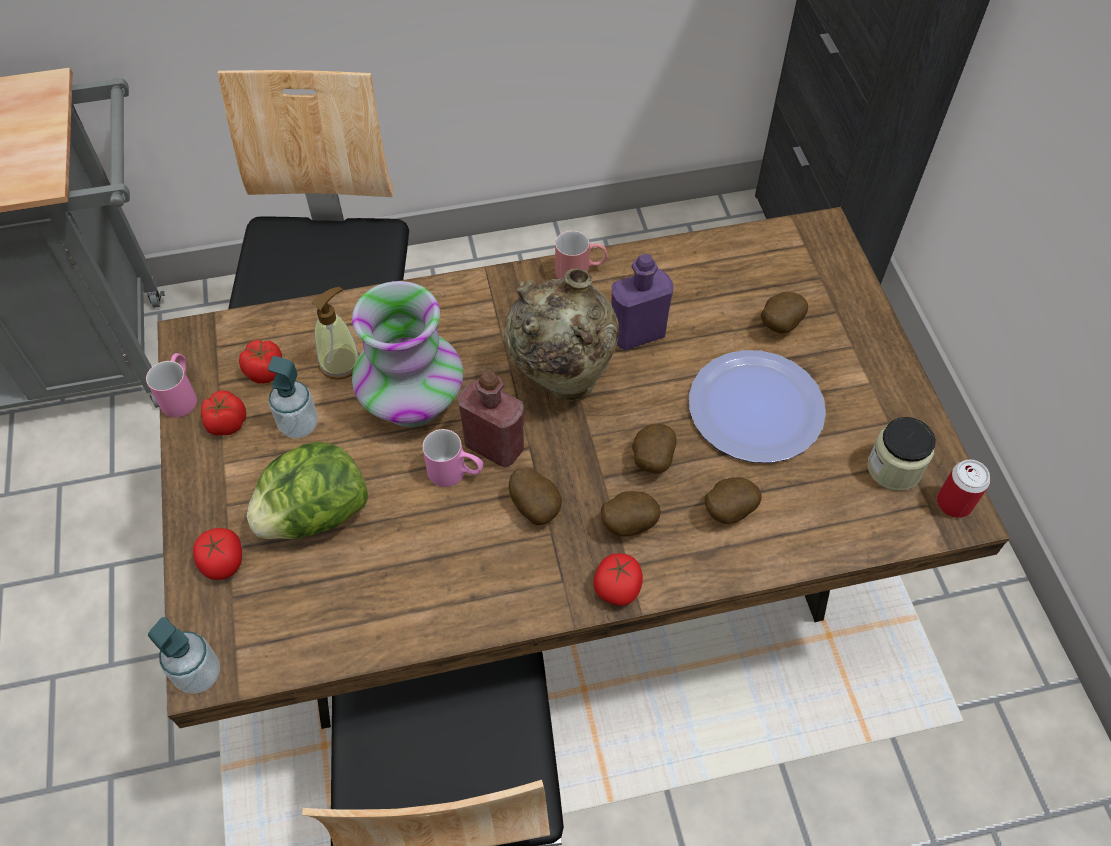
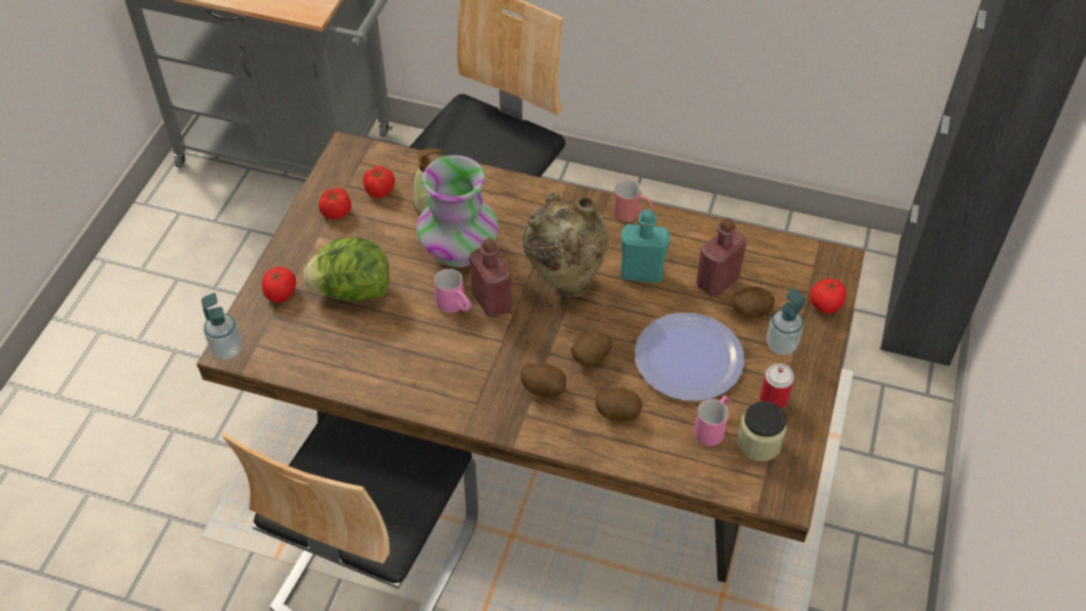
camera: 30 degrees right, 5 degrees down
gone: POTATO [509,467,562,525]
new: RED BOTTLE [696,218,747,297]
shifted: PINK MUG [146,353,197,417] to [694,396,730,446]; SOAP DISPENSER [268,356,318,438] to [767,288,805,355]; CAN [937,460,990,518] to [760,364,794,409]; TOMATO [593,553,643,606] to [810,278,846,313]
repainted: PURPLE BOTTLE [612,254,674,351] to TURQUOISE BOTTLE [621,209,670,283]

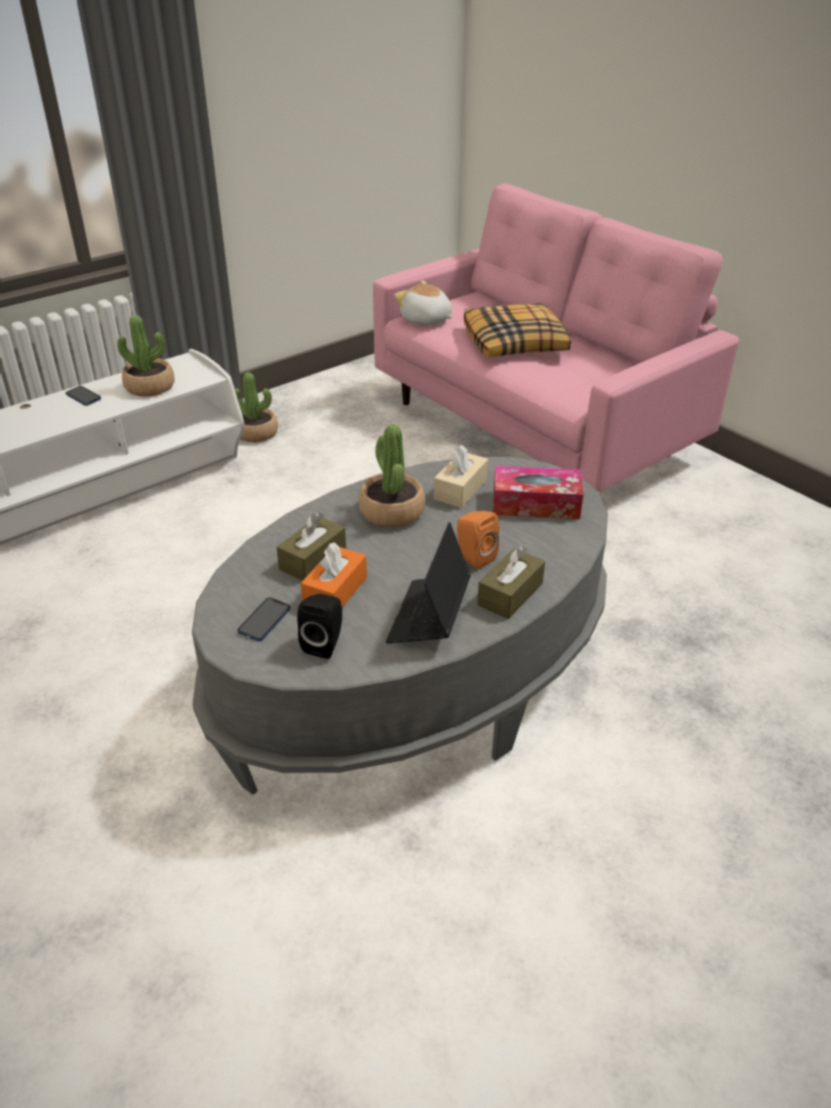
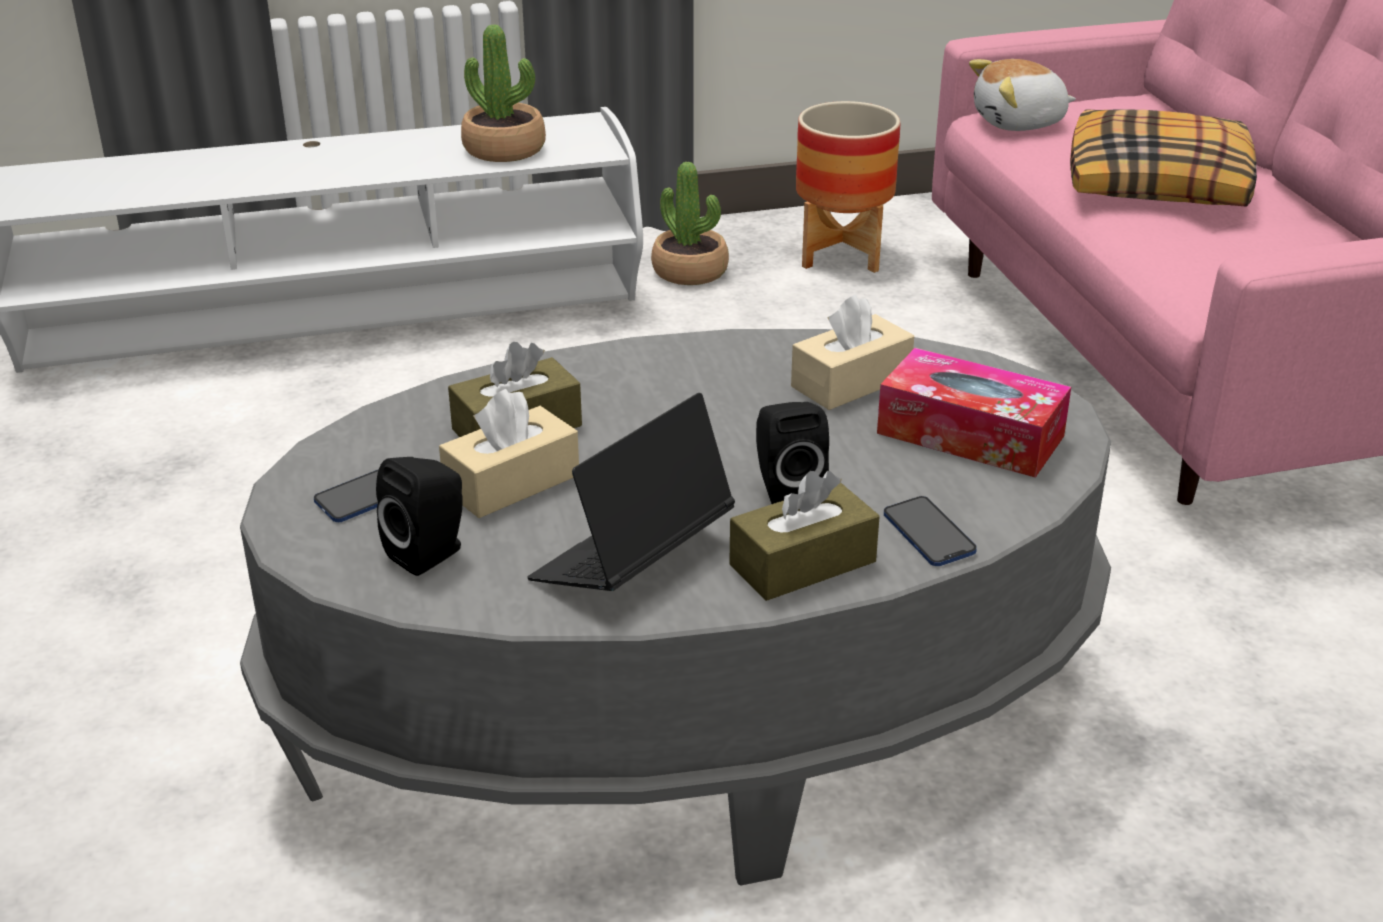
camera: 25 degrees right, 5 degrees down
gone: POTTED PLANT [358,424,425,528]
new: PLANTER [796,101,900,273]
shifted: PHONE [66,386,101,406] to [884,496,977,566]
repainted: ORANGE SPEAKER [457,511,499,569] to BLACK SPEAKER [756,402,829,504]; ORANGE TISSUE BOX [301,542,367,607] to BEIGE TISSUE BOX [439,389,579,518]
rotated: PLUSH TOY [394,281,452,325] = [969,59,1076,131] 75 degrees counterclockwise

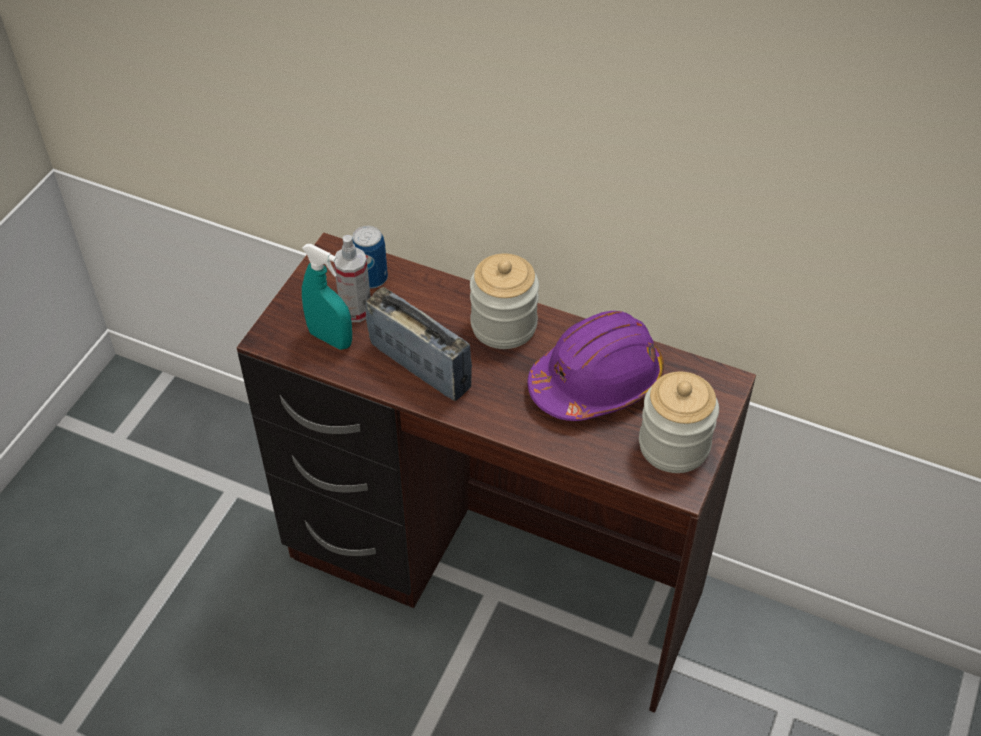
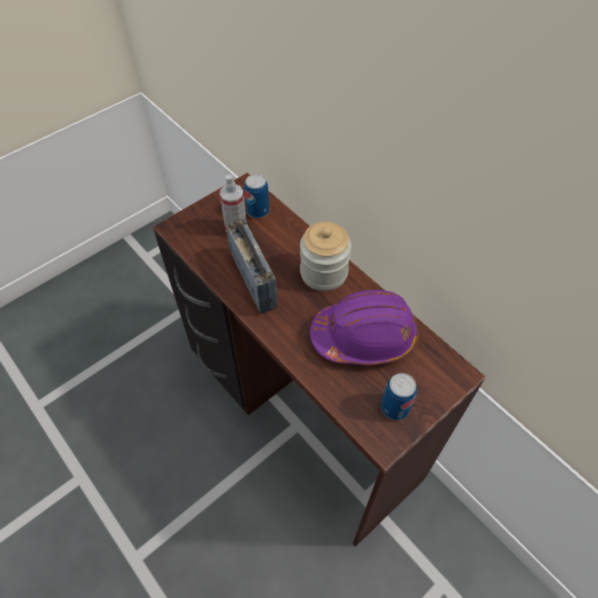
camera: 25 degrees right, 5 degrees up
gone: TURQUOISE SPRAY BOTTLE [302,244,352,350]
swapped: JAR [639,372,719,473] to CAN [381,373,417,420]

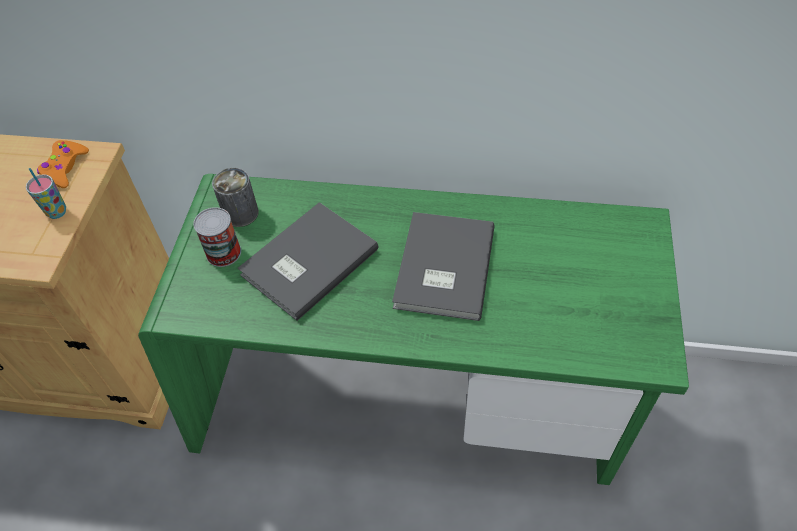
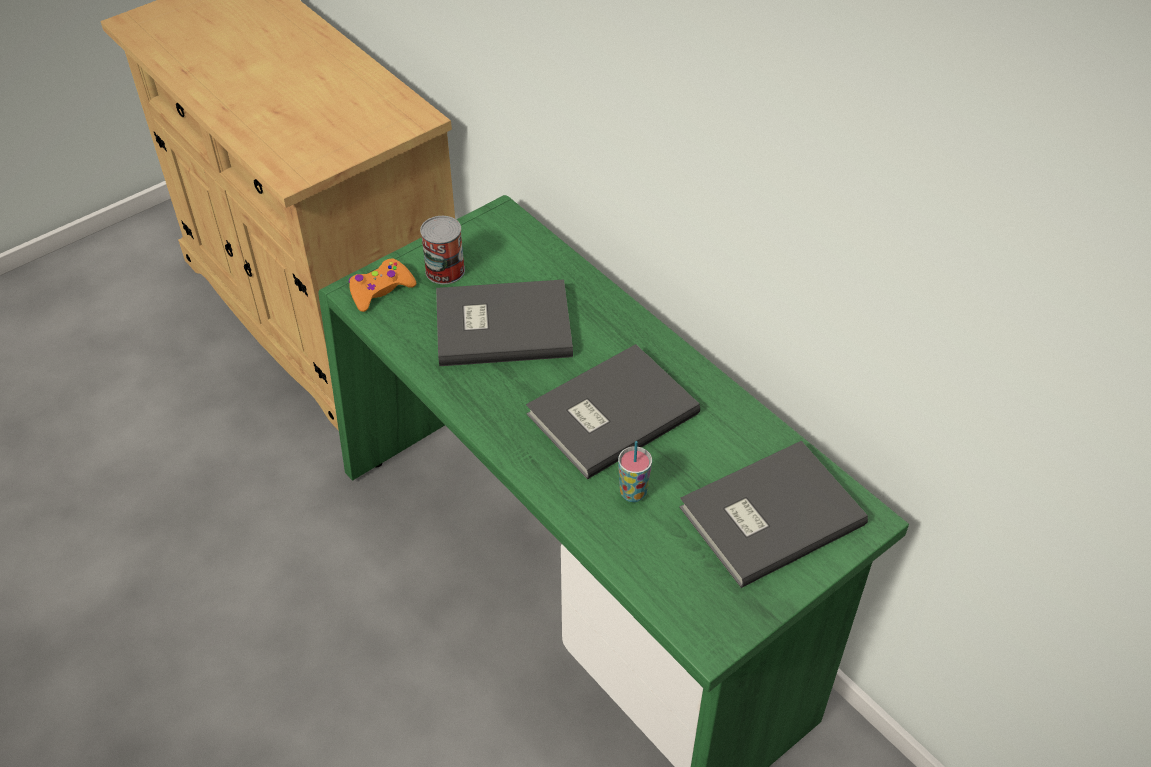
camera: 40 degrees right, 5 degrees down
gone: CAN [212,168,259,227]
new: GREY BOOK [679,441,868,588]
shifted: ORANGE GAME CONTROLLER [37,140,89,188] to [349,259,416,312]; CUP [26,168,66,219] to [618,441,652,502]

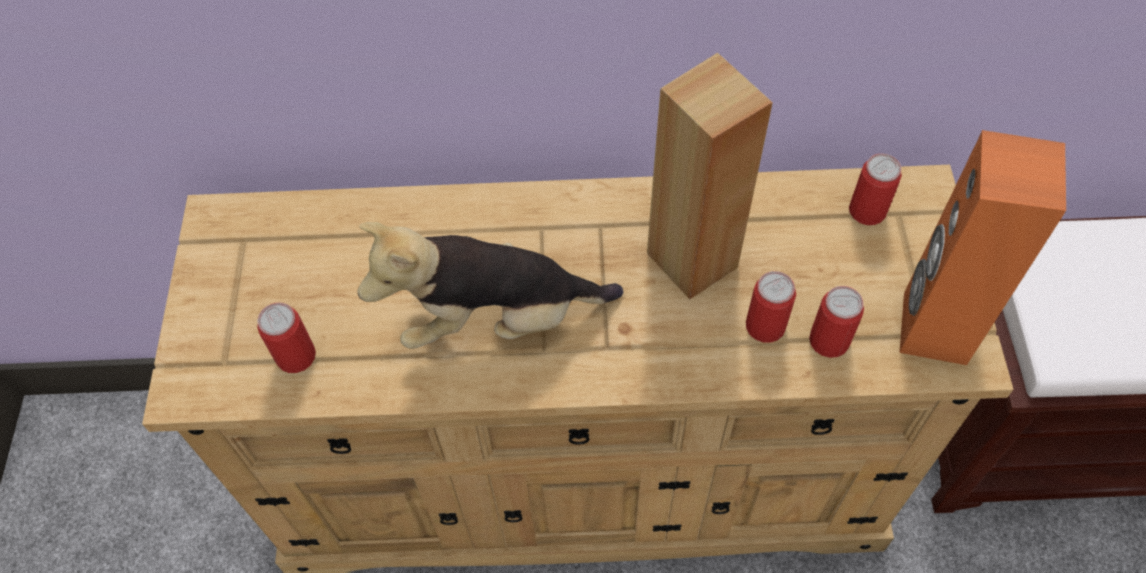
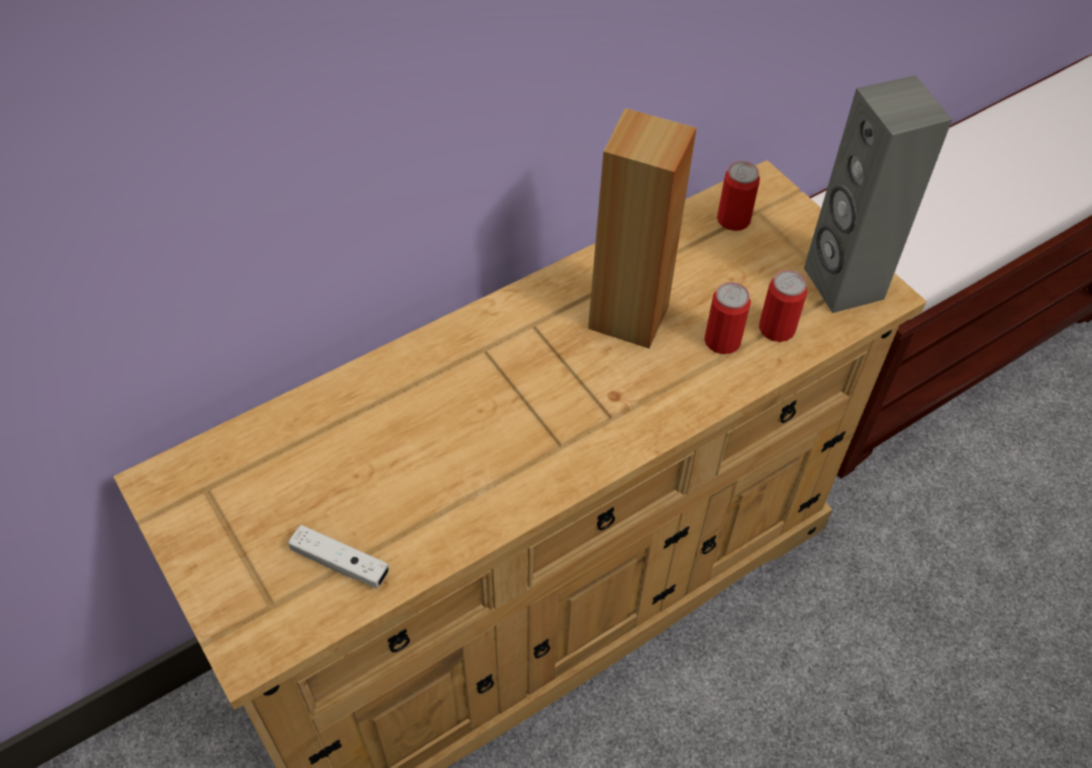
camera: 35 degrees left, 5 degrees down
gone: PLUSH TOY [358,222,623,349]
swapped: CAN [257,303,316,373] to WHITE GAME CONTROLLER [288,525,389,589]
repainted: ORANGE SPEAKER [899,130,1066,365] to GREY SPEAKER [804,75,952,313]

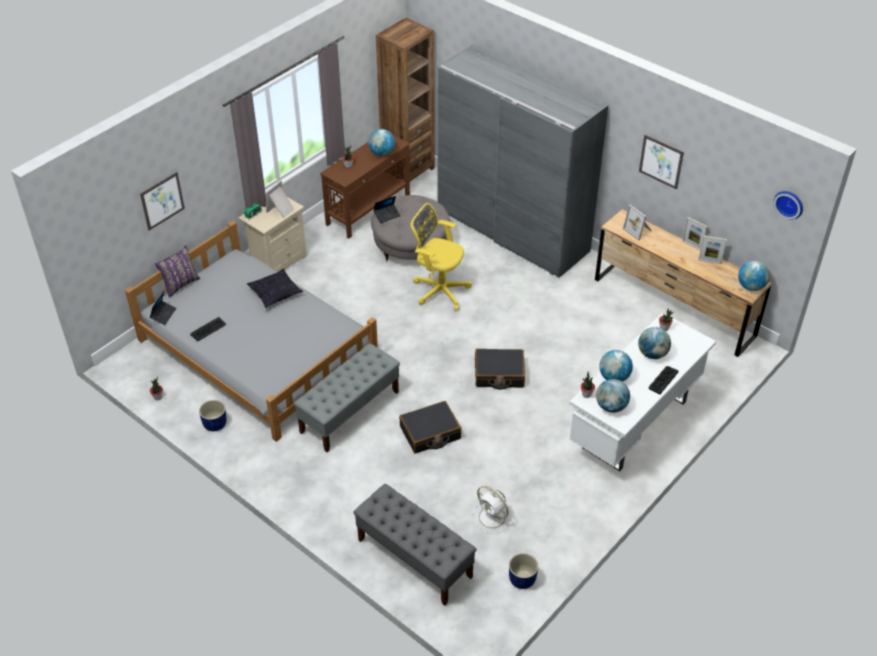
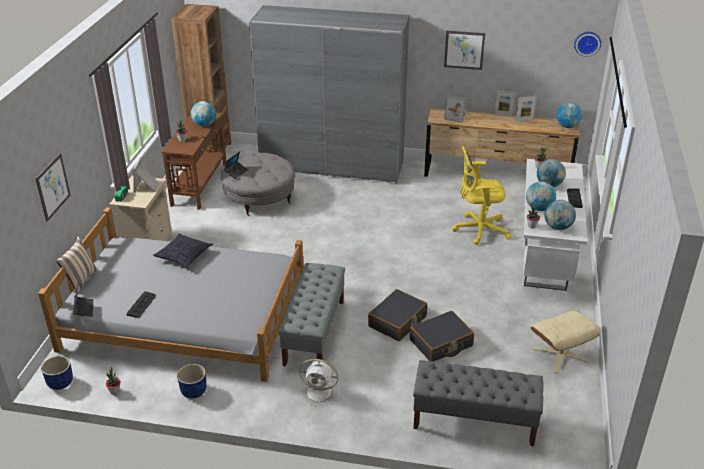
camera: 30 degrees left, 10 degrees down
new: BEIGE OTTOMAN [531,311,600,373]
shifted: YELLOW OFFICE CHAIR [411,203,472,310] to [452,146,511,245]; BLACK SUITCASE [475,349,525,390] to [410,311,474,362]; WHITE FAN [473,486,513,534] to [299,359,340,407]; BLUE PLANTER [509,553,538,589] to [41,356,73,390]
repainted: PURPLE PILLOW [155,245,201,298] to BEIGE PILLOW [56,237,98,293]

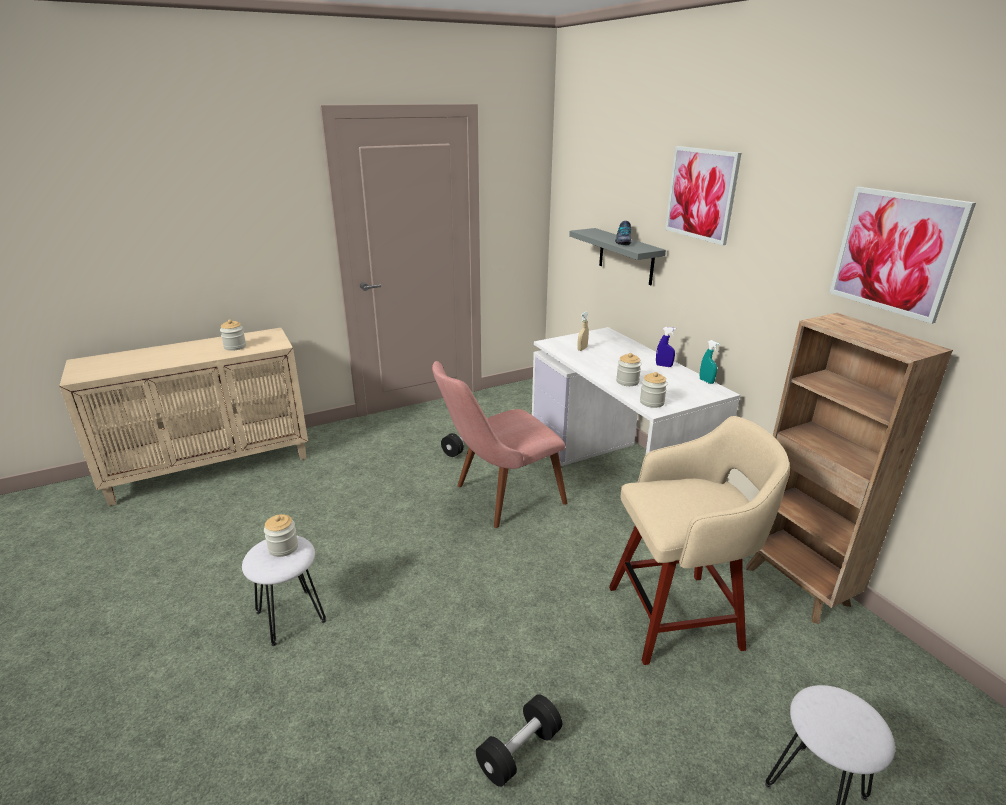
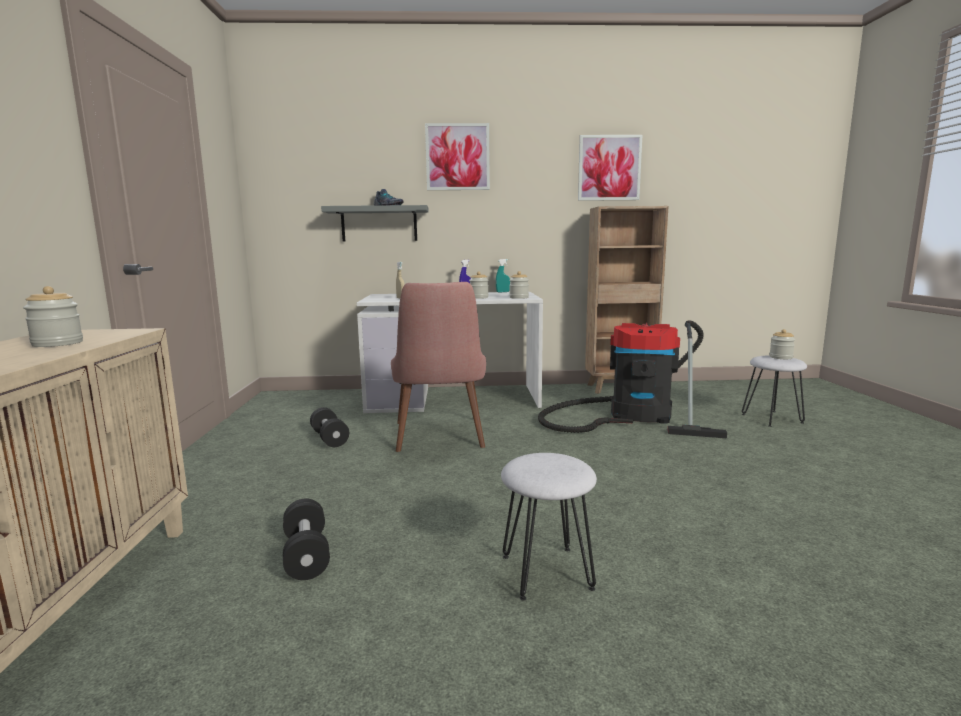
camera: 65 degrees left, 15 degrees down
shifted: JAR [264,514,298,557] to [769,329,795,359]; BLACK DUMBBELL [476,694,562,787] to [283,499,330,580]
swapped: BEIGE STOOL [609,416,790,665] to VACUUM CLEANER [538,320,727,438]

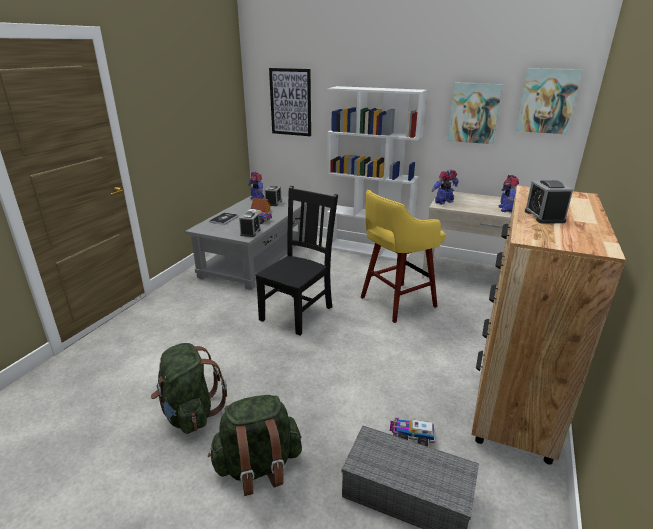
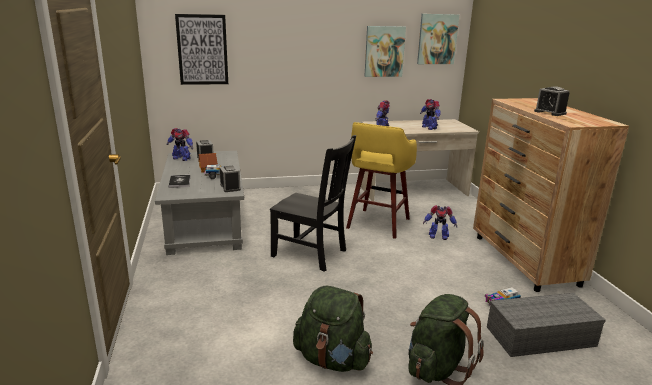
camera: 35 degrees left, 5 degrees down
gone: WHITE BOOKCASE [327,86,427,261]
new: TOY ROBOT [423,205,457,240]
rotated: BLACK CHAIR [255,186,338,335] = [270,135,356,272] 120 degrees clockwise

